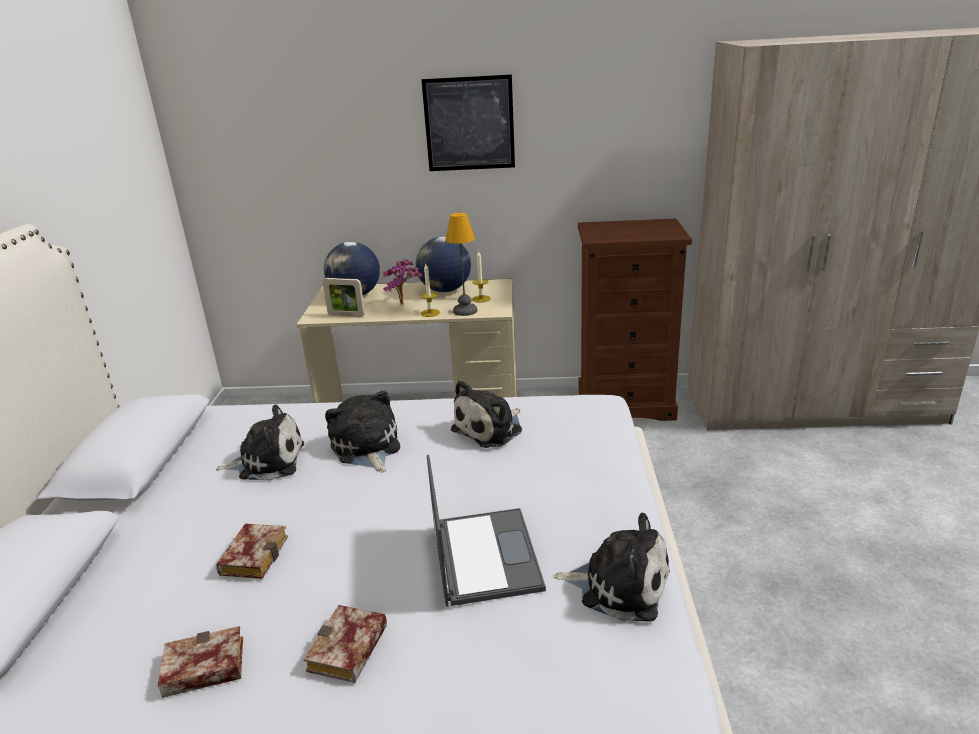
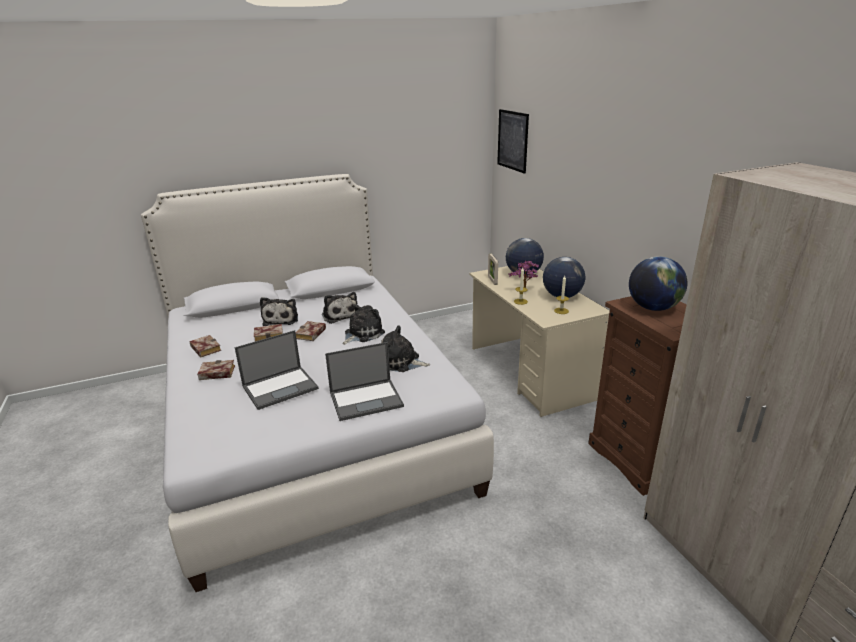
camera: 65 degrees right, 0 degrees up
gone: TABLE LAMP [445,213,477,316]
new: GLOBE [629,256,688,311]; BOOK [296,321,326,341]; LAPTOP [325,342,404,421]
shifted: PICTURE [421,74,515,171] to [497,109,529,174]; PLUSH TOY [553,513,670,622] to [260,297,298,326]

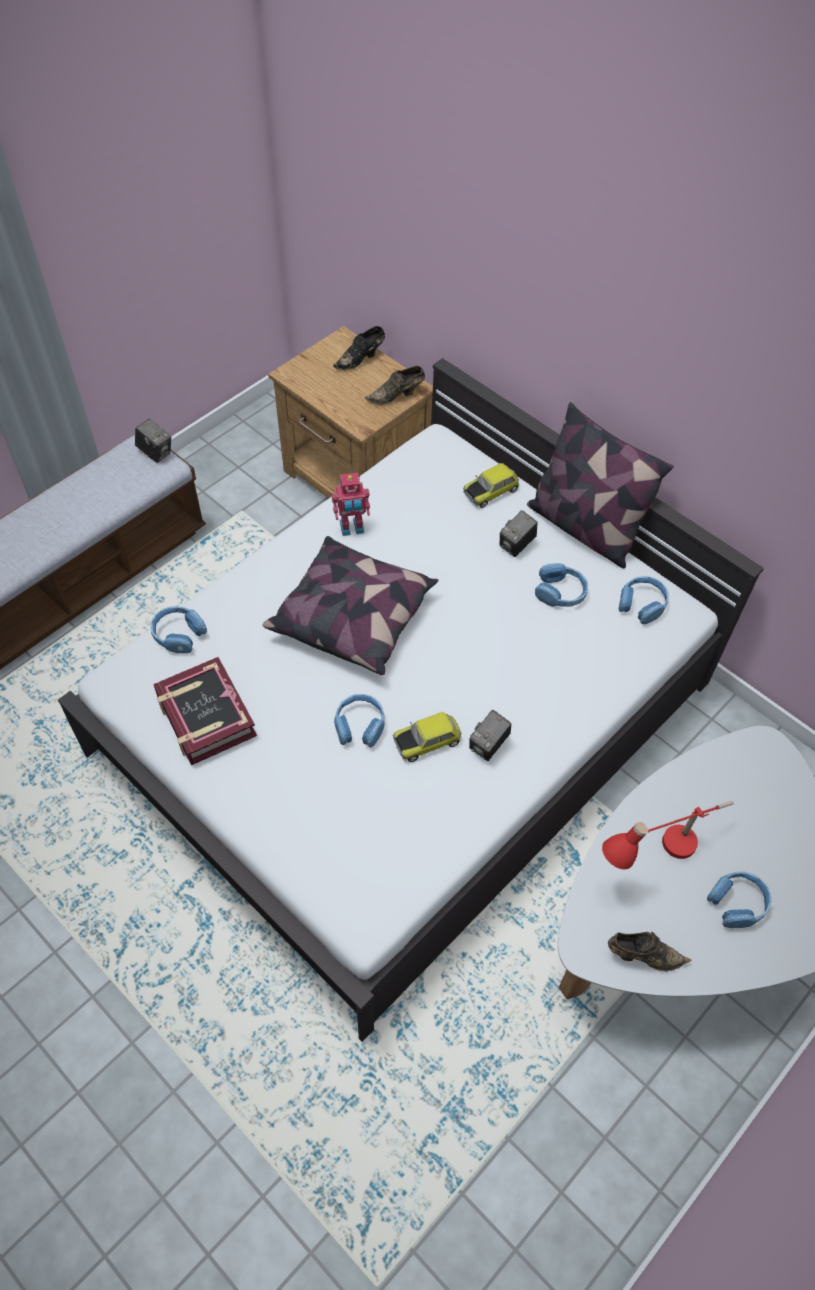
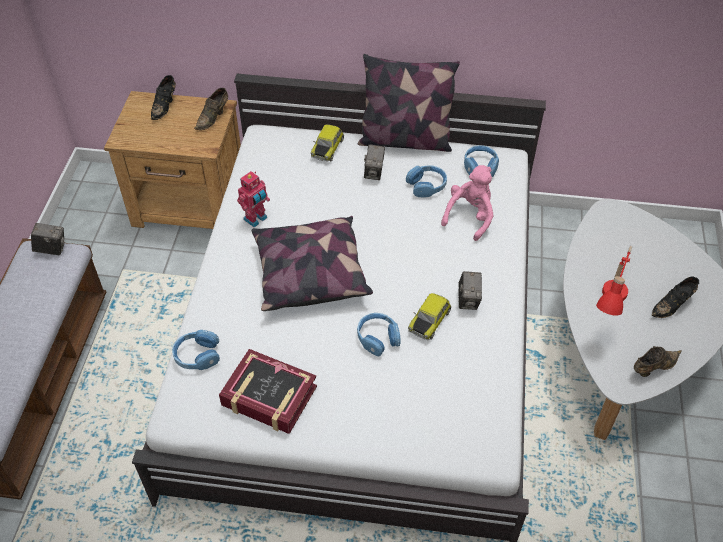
camera: 35 degrees left, 5 degrees down
new: PINK PLUSH TOY [441,165,494,241]
swapped: BLUE HEADPHONES [707,871,772,928] to BLACK SHOE [652,277,699,318]

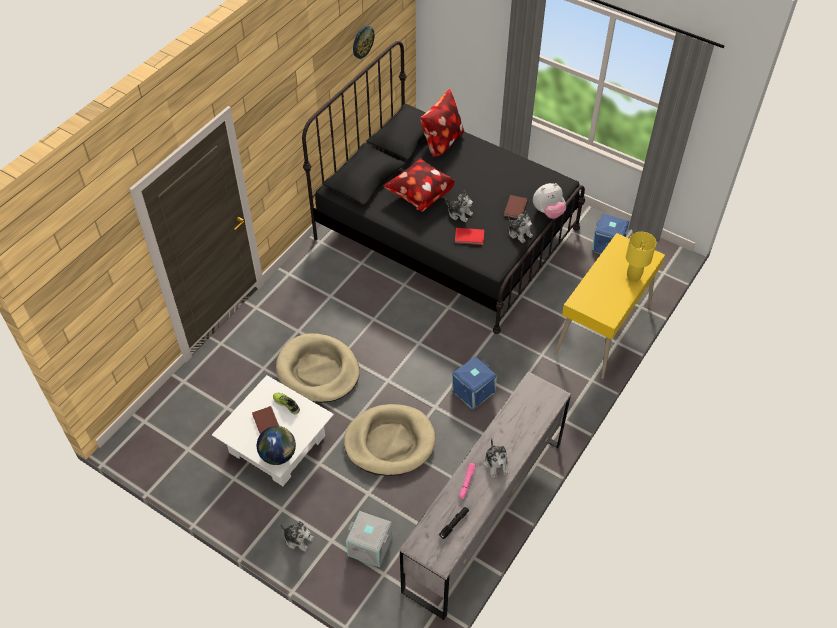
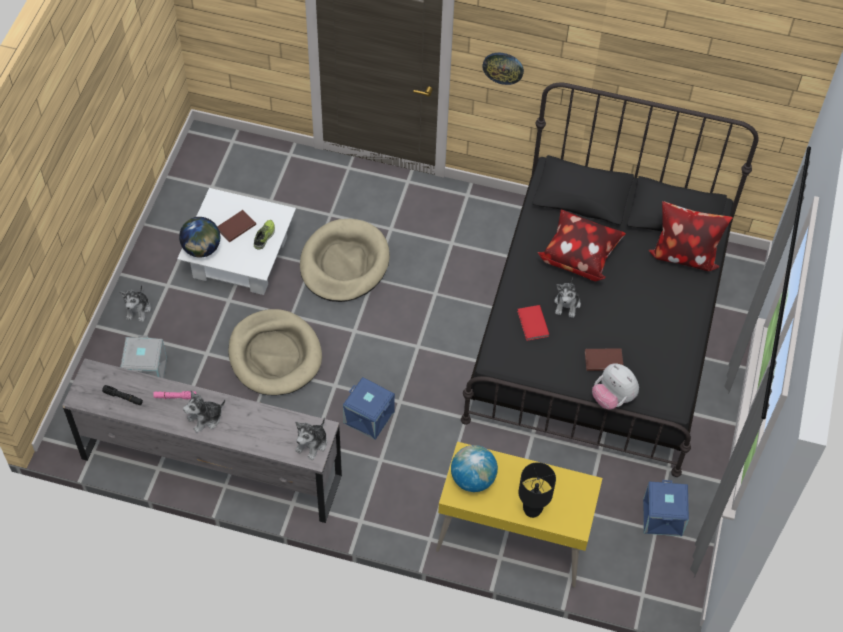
camera: 70 degrees right, 5 degrees up
new: GLOBE [451,445,498,492]
shifted: WALL CLOCK [353,25,374,59] to [482,53,524,85]; PLUSH TOY [508,211,533,243] to [295,418,327,460]
repainted: YELLOW TABLE LAMP [626,232,656,282] to BLACK TABLE LAMP [518,462,556,518]

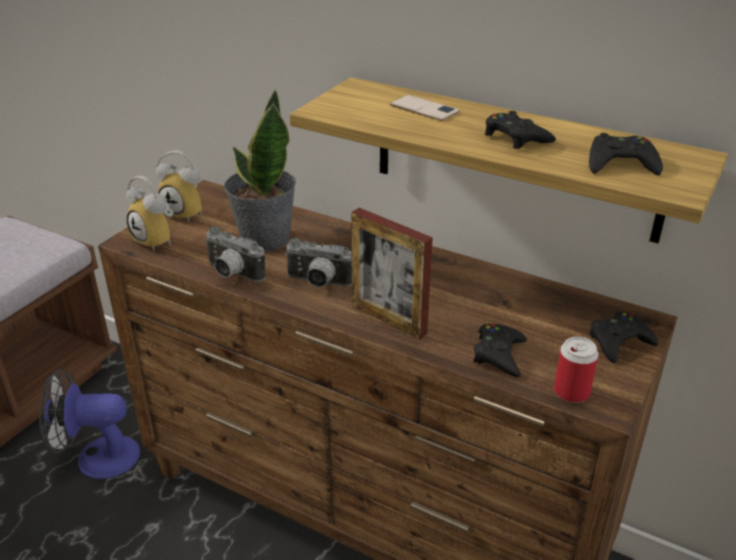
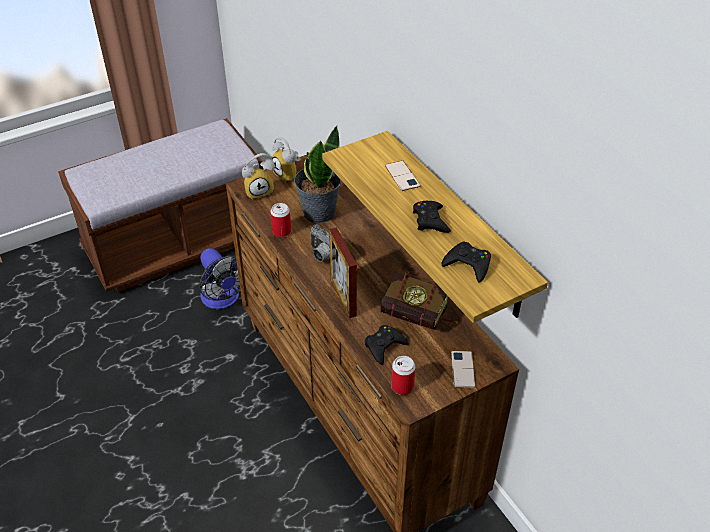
camera: 30 degrees right, 10 degrees up
new: BOOK [380,271,458,330]
swapped: PHOTO CAMERA [205,226,265,282] to CAN [270,203,291,237]; BLACK GAME CONTROLLER [589,311,659,363] to PHONE [451,351,475,388]
rotated: ALARM CLOCK [126,176,174,251] = [242,153,275,200] 90 degrees counterclockwise; FAN [39,369,140,479] = [200,248,241,309] 150 degrees counterclockwise

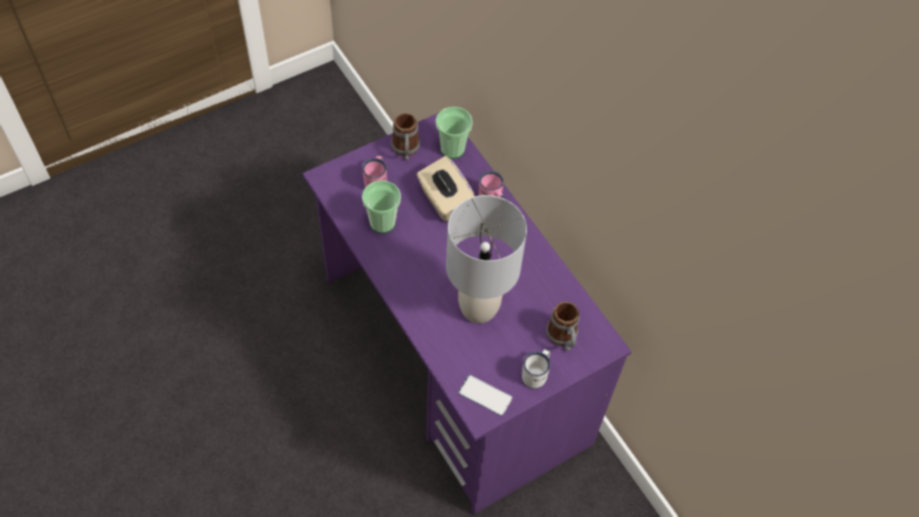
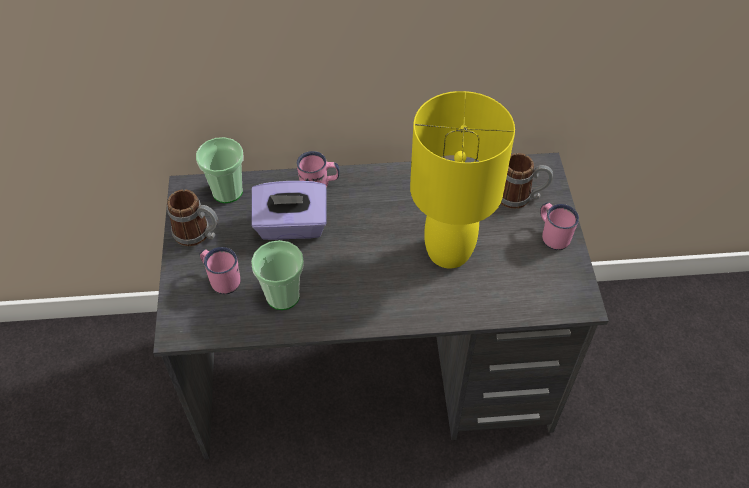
camera: 60 degrees left, 5 degrees down
gone: PHONE [458,375,513,416]
repainted: PURPLE DESK [302,113,632,515] to GREY DESK [153,153,609,459]; BEIGE TISSUE BOX [416,156,475,221] to PURPLE TISSUE BOX [252,181,327,240]; GREY TABLE LAMP [446,195,527,323] to YELLOW TABLE LAMP [410,91,515,268]; WHITE MUG [522,348,550,389] to PINK MUG [540,202,579,250]

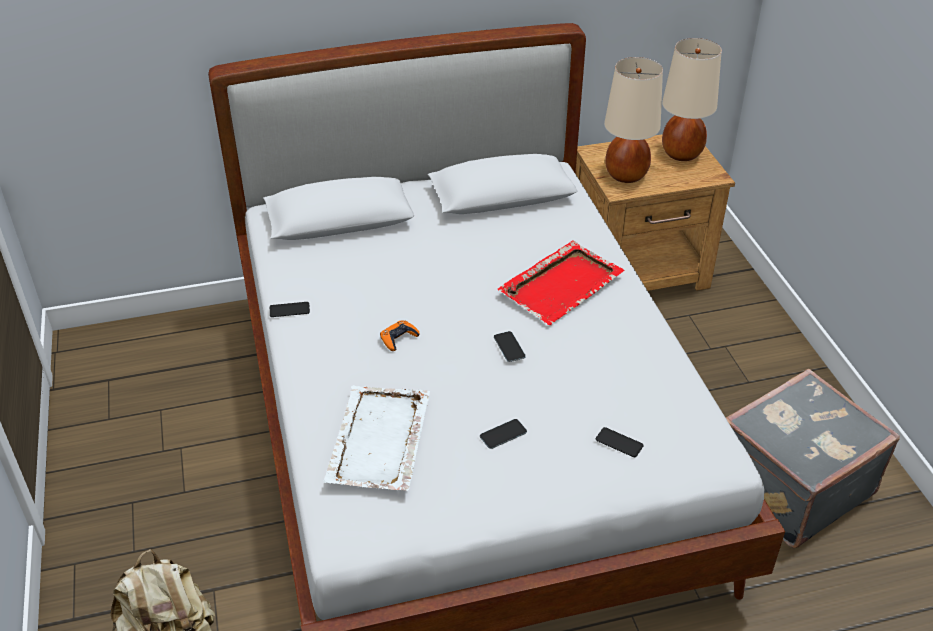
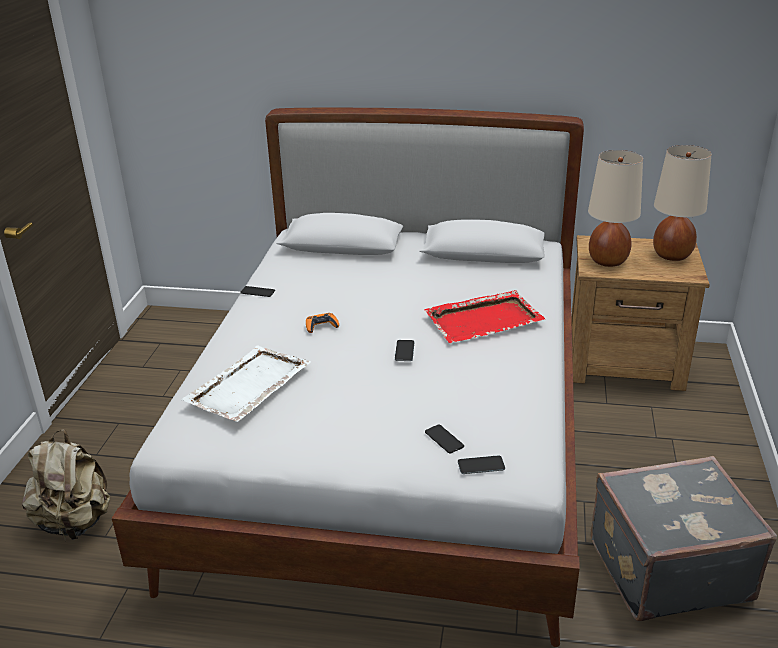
camera: 25 degrees right, 10 degrees down
shifted: PHONE [480,419,527,449] to [458,455,505,474]

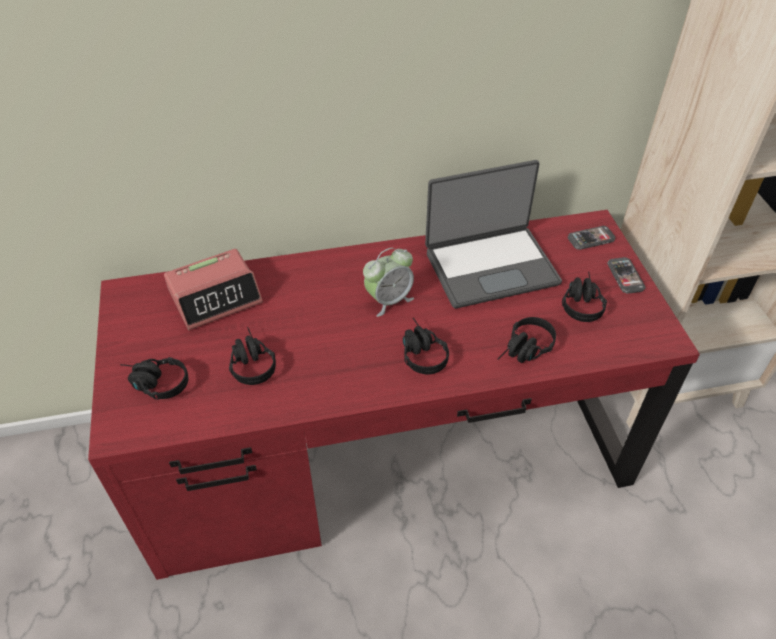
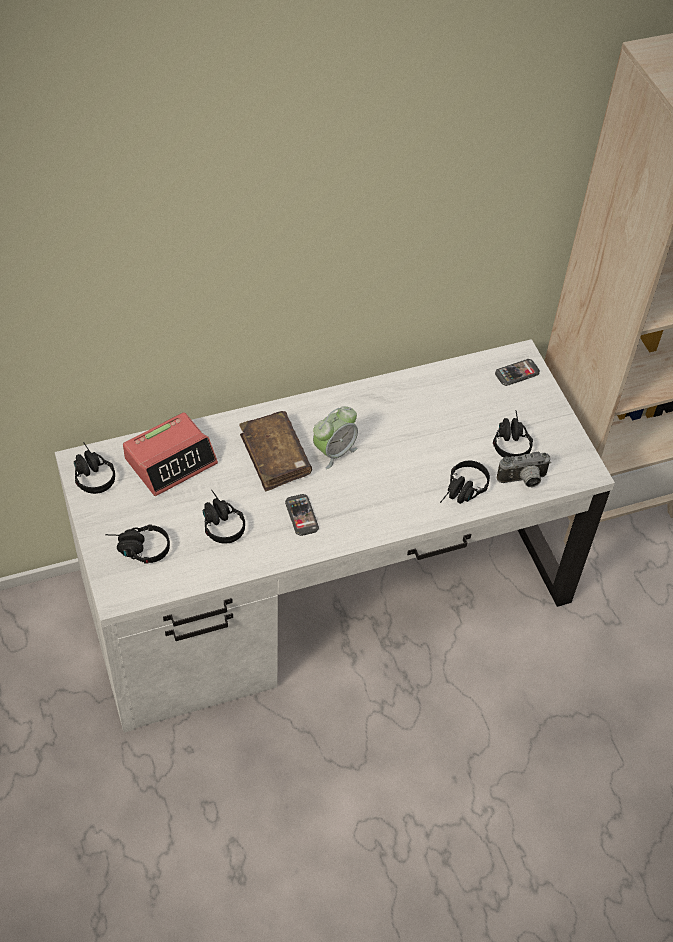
camera: 10 degrees left, 5 degrees up
gone: LAPTOP [425,160,562,309]
new: BROWN BOOK [239,411,312,491]; PHOTO CAMERA [497,452,551,487]
shifted: PHONE [607,257,646,294] to [285,494,319,536]; BLACK HEADPHONES [403,318,449,374] to [74,443,115,494]
repainted: RED DESK [88,210,700,580] to WHITE DESK [55,339,615,733]

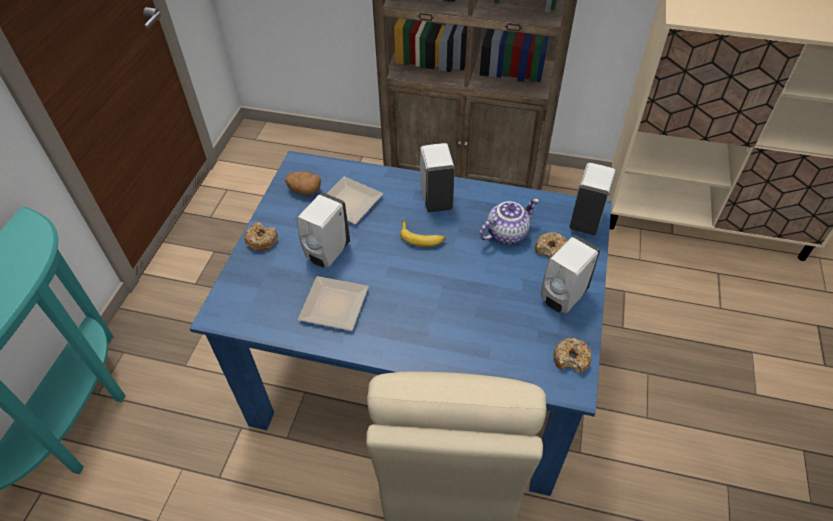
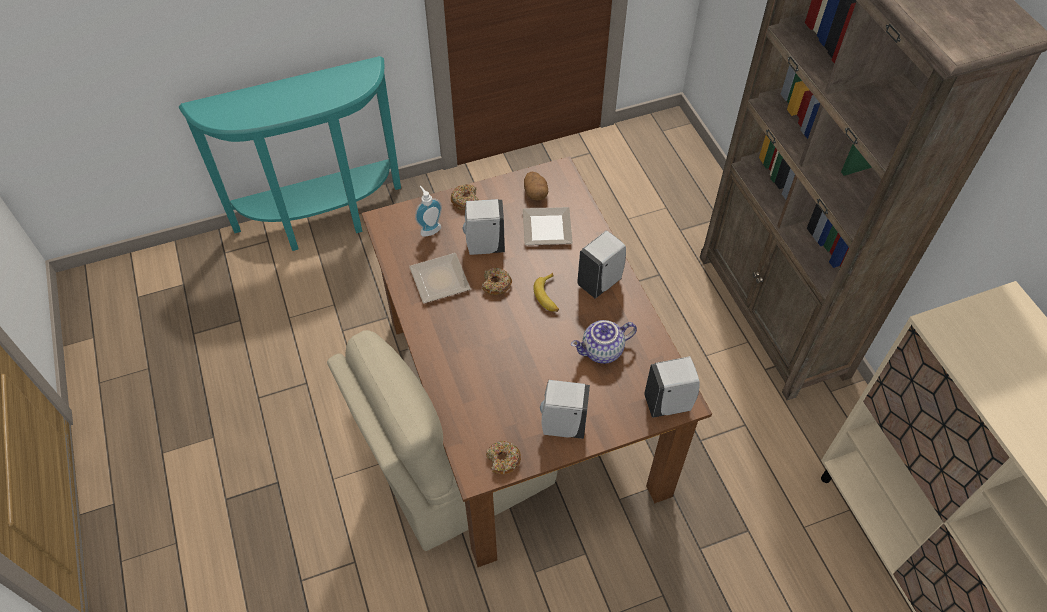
camera: 55 degrees right, 5 degrees up
new: SOAP DISPENSER [415,186,442,237]
shifted: DONUT [535,232,567,259] to [482,268,512,295]
repainted: BLUE DINING TABLE [189,151,612,496] to BROWN DINING TABLE [362,156,712,567]
rotated: TEAPOT [479,198,539,244] = [571,320,637,364] 135 degrees clockwise

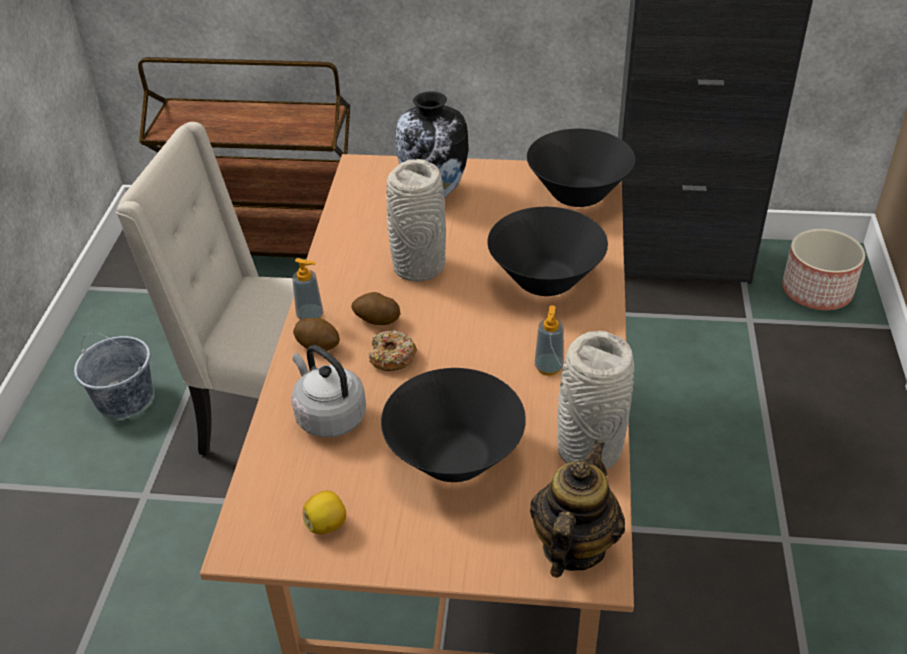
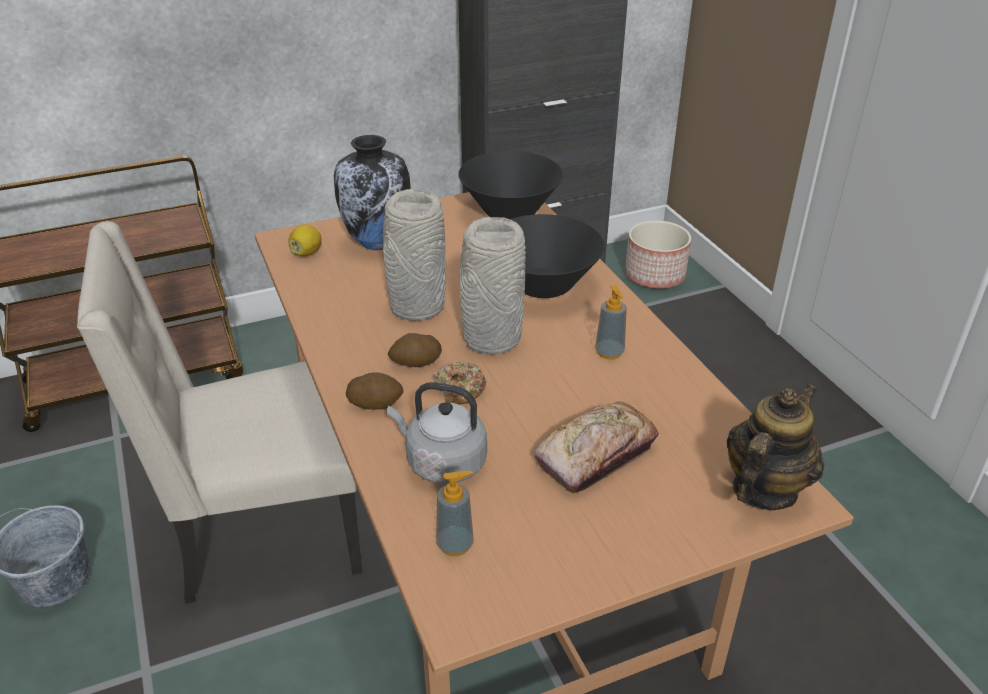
camera: 30 degrees left, 5 degrees down
shifted: SOAP DISPENSER [292,258,324,320] to [436,471,473,556]; GREY VASE [557,331,634,469] to [459,217,526,354]; LEMON [303,490,346,534] to [289,225,321,256]
swapped: BLACK BOWL [381,368,526,482] to BREAD [534,402,659,493]
rotated: TEAPOT [530,440,625,578] = [726,384,824,510] 45 degrees clockwise

